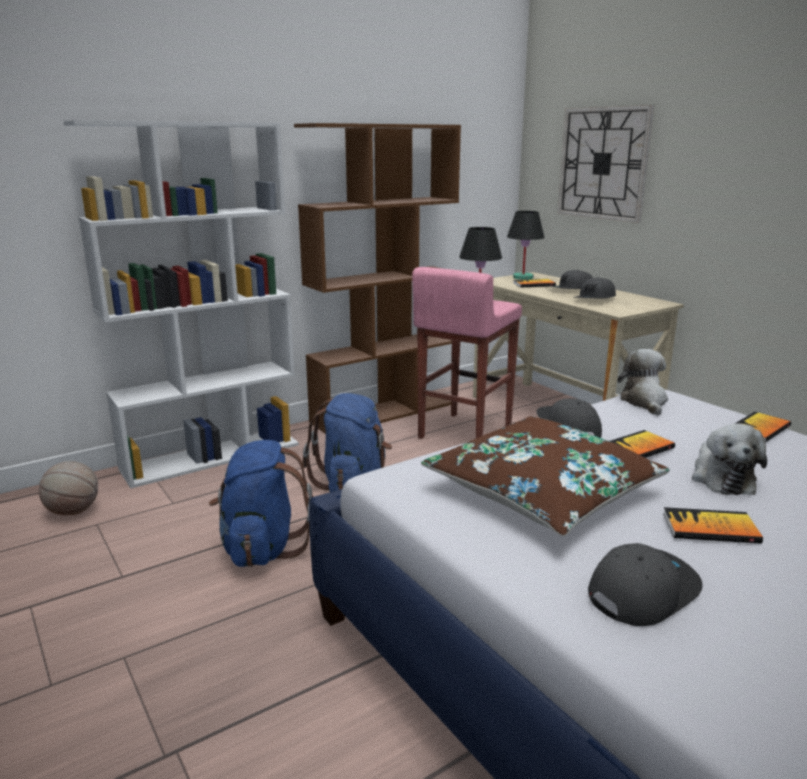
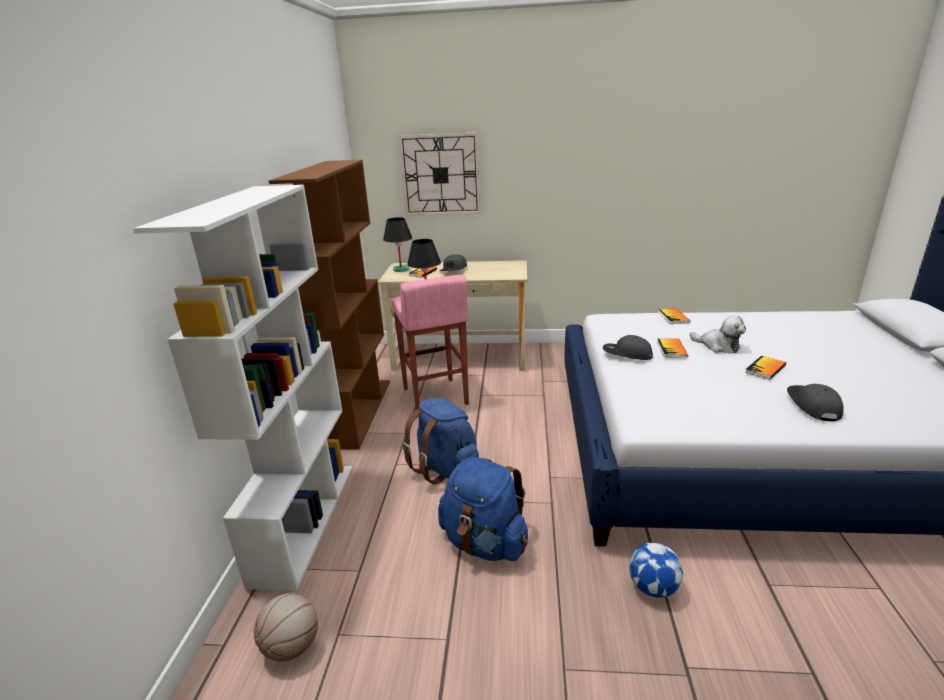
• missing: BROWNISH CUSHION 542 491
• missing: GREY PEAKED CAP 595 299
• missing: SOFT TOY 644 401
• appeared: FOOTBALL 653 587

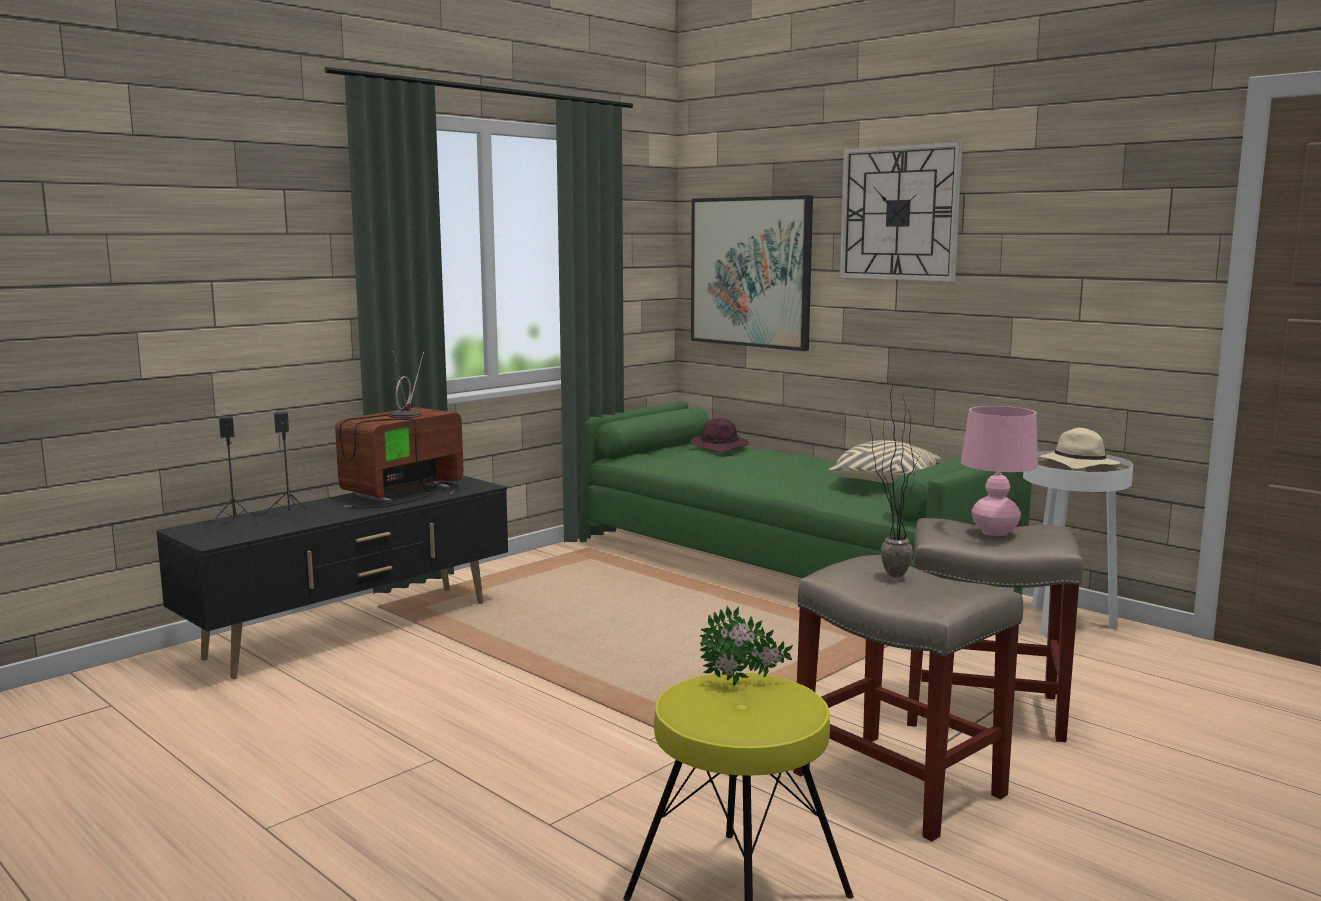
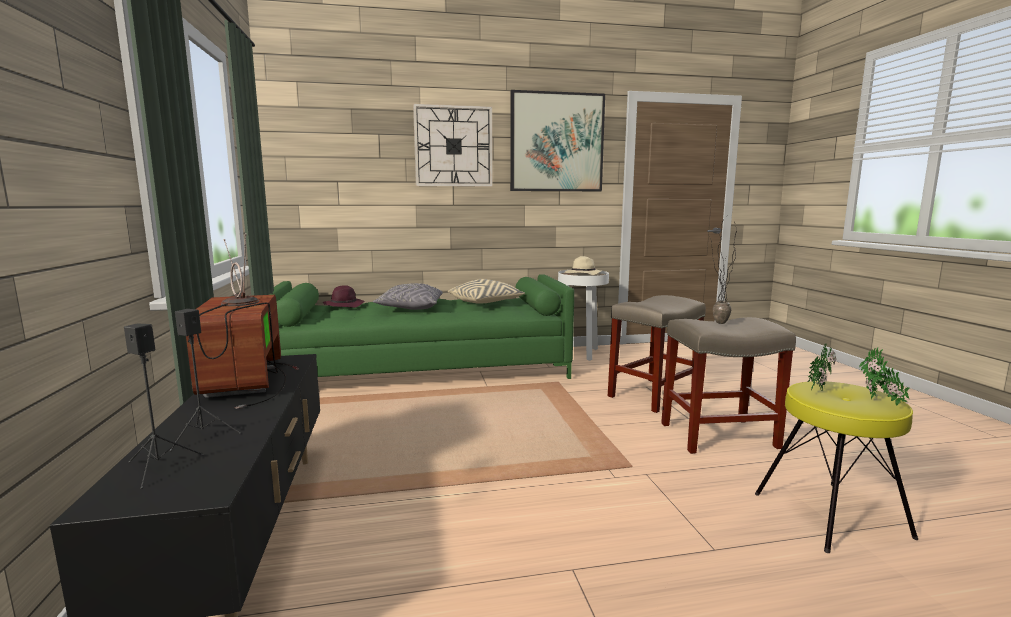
• missing: PINK TABLETOP LAMP 994 532
• appeared: GREY CUSHION 410 308
• appeared: POTTED PLANT 879 402
• relocated: PICTURE 751 272 to 556 142

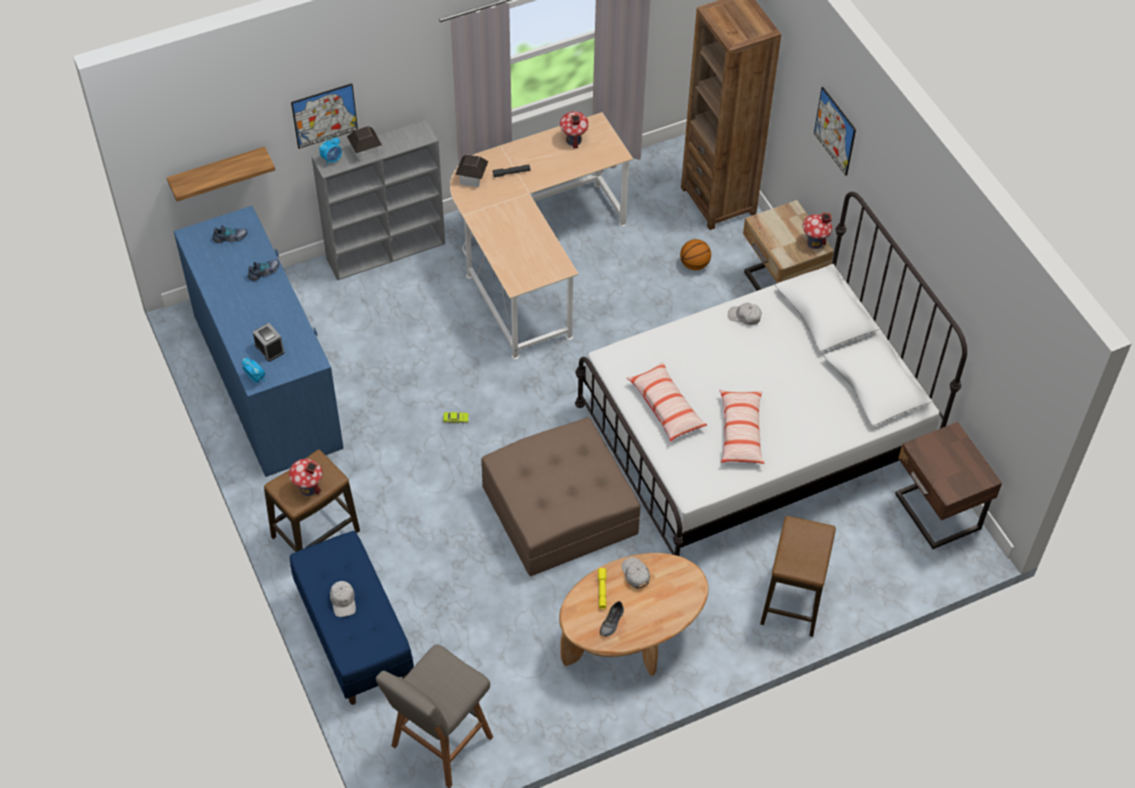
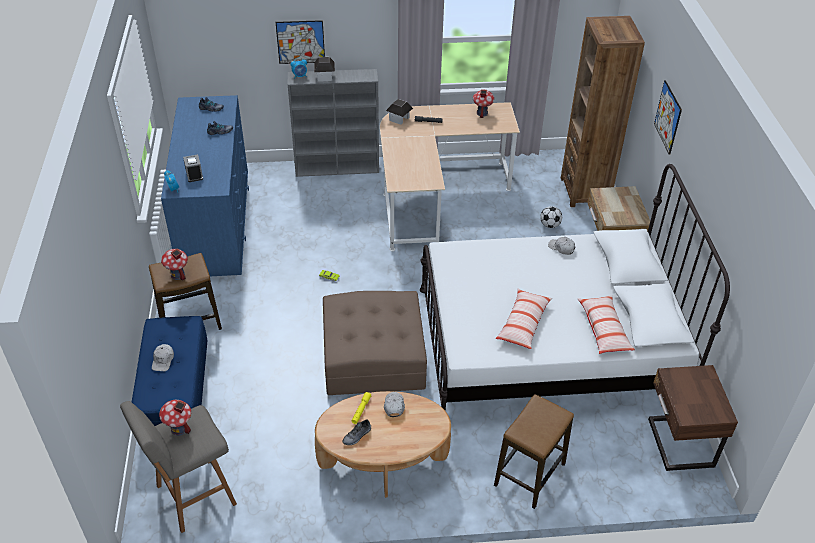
• missing: WALL SHELF 218 173
• relocated: CUSHION 666 407 to 604 329
• relocated: MINIATURE HOUSE 814 243 to 179 429
• exchanged: BASKETBALL BALL 694 264 to FOOTBALL 550 225

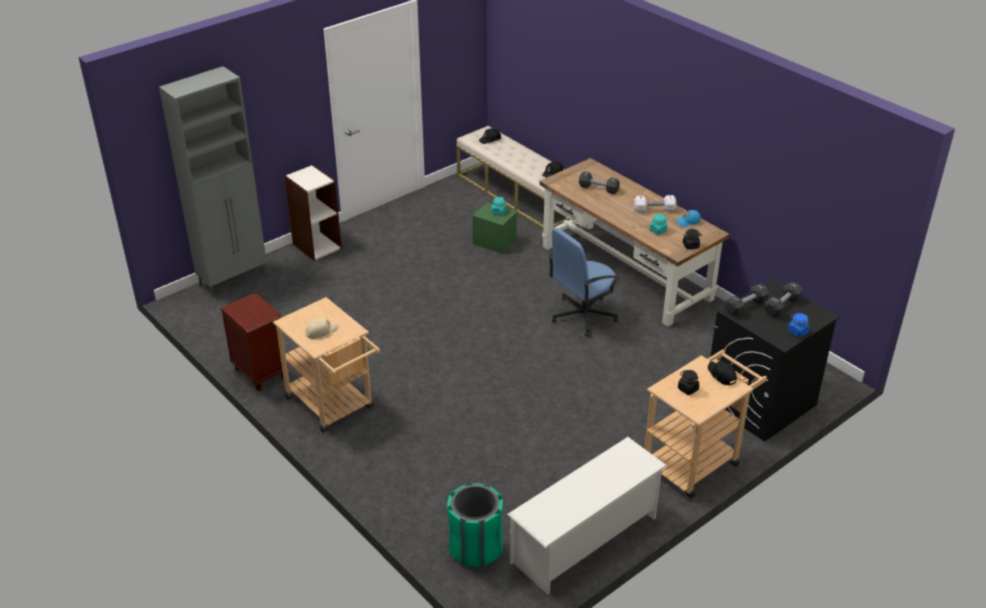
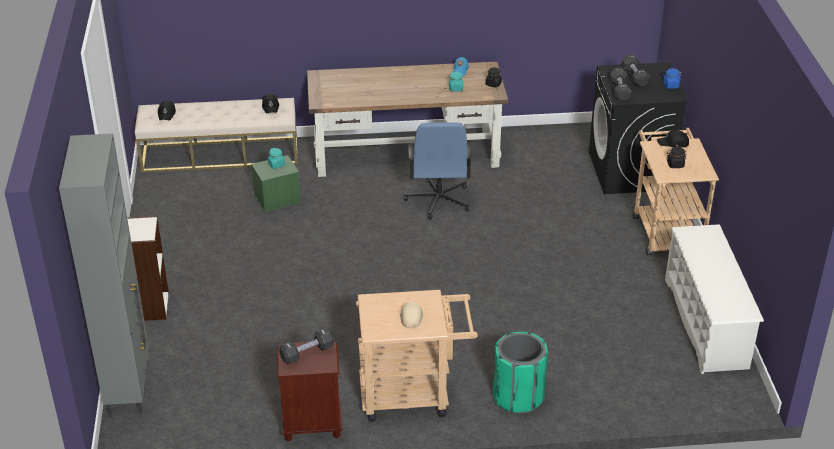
• missing: WHITISH HAND WEIGHT 654 210
• relocated: GREEN-COLOURED WASTE BIN 475 549 to 518 396
• relocated: BLACK HAND WEIGHT 598 189 to 307 353

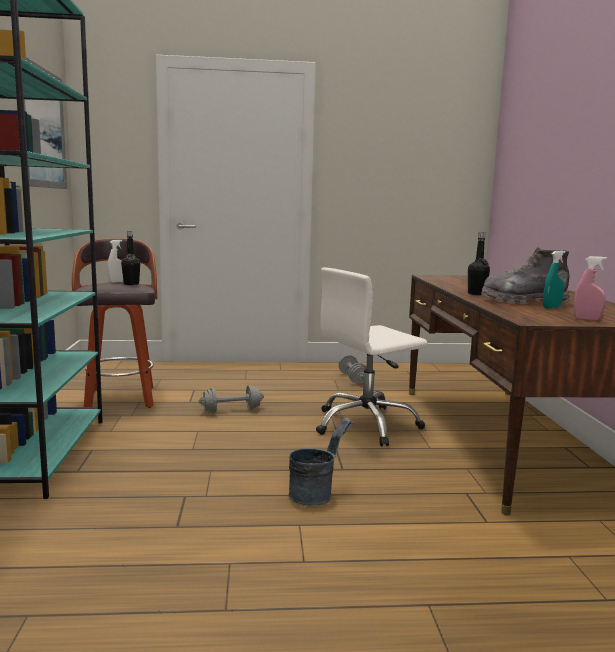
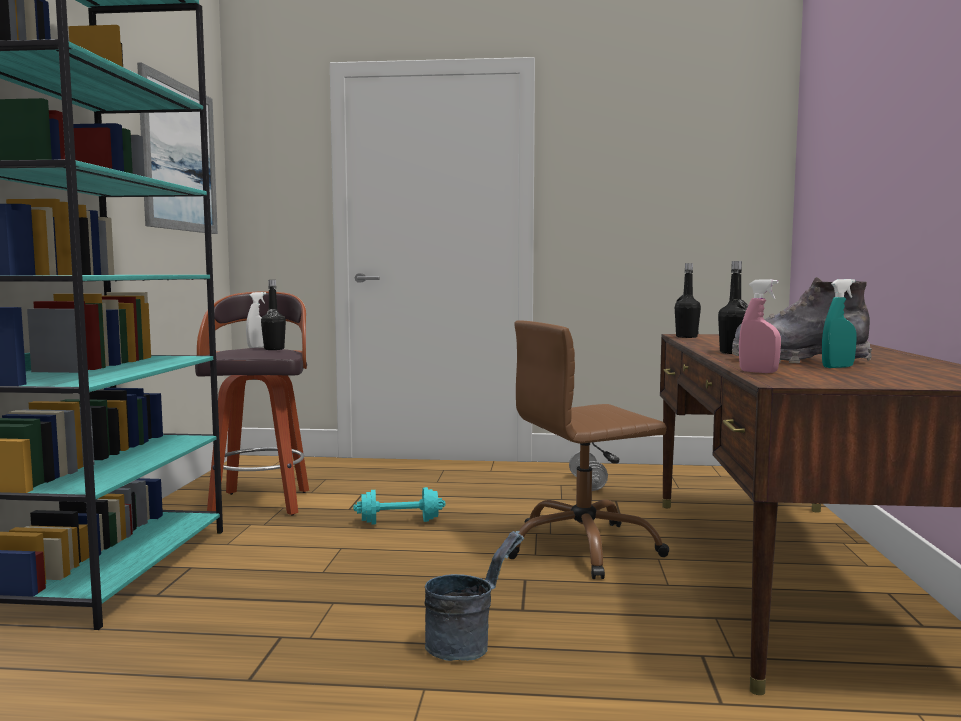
• appeared: BLACK DRINK BOTTLE 686 337
• relocated: PINK SPRAY BOTTLE 587 319 to 758 372
• colour: GREY HAND WEIGHT 231 410 to TURQUOISE-COLOURED HAND WEIGHT 400 522
• colour: WHITISH DESK CHAIR 366 425 to BROWNISH DESK CHAIR 583 548

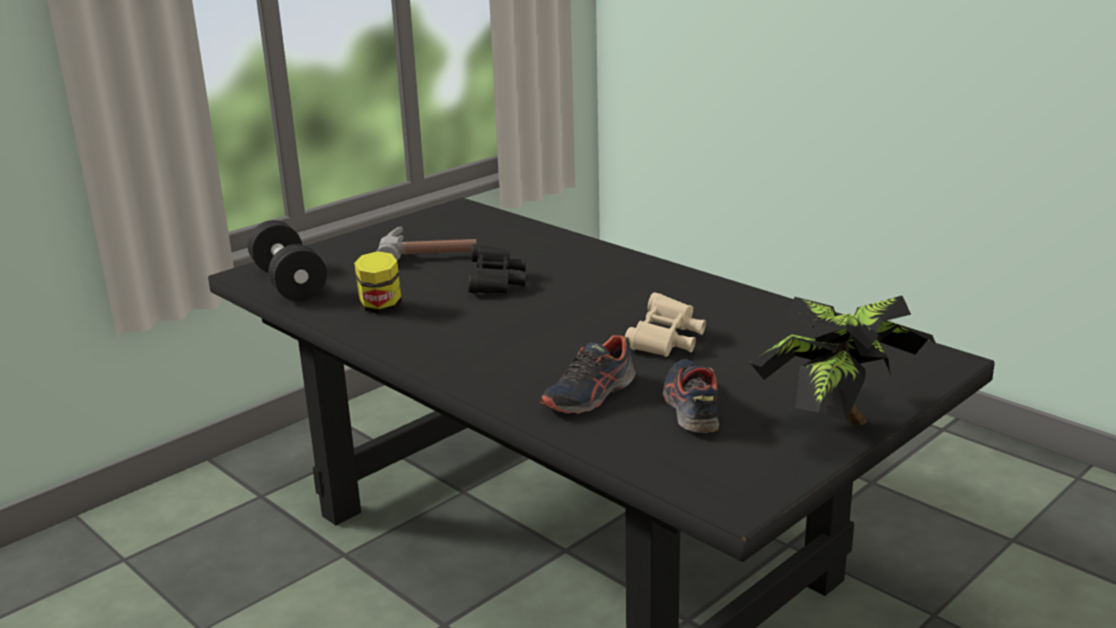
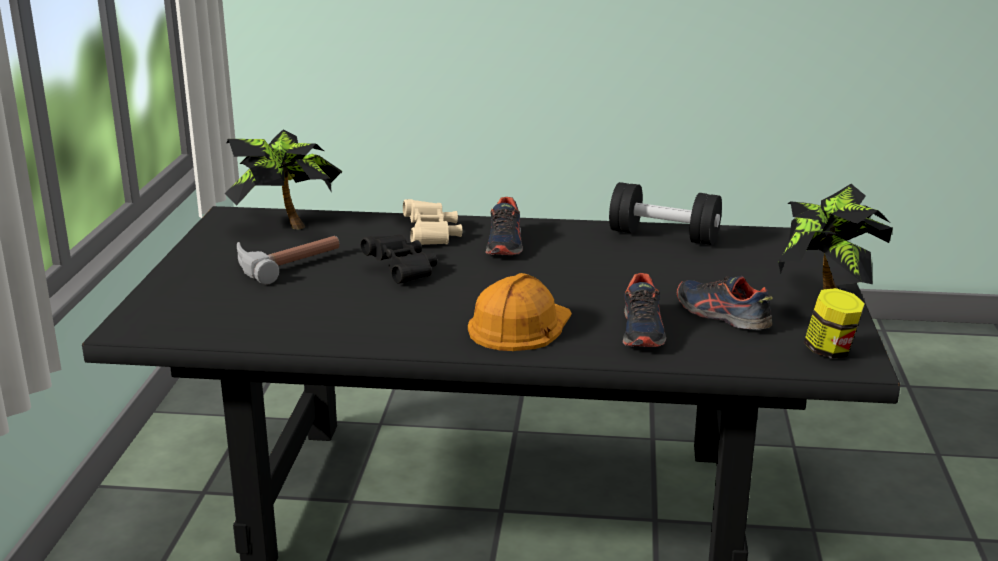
• appeared: POTTED PLANT 286 224
• appeared: ORANGE HARD HAT 519 325
• appeared: ITEM OF FOOTWEAR 505 244
• relocated: BLACK HAND WEIGHT 289 283 to 664 236
• relocated: JAR 380 308 to 830 351
• relocated: SAND-COLOURED PAIR OF BINOCULARS 666 342 to 432 236

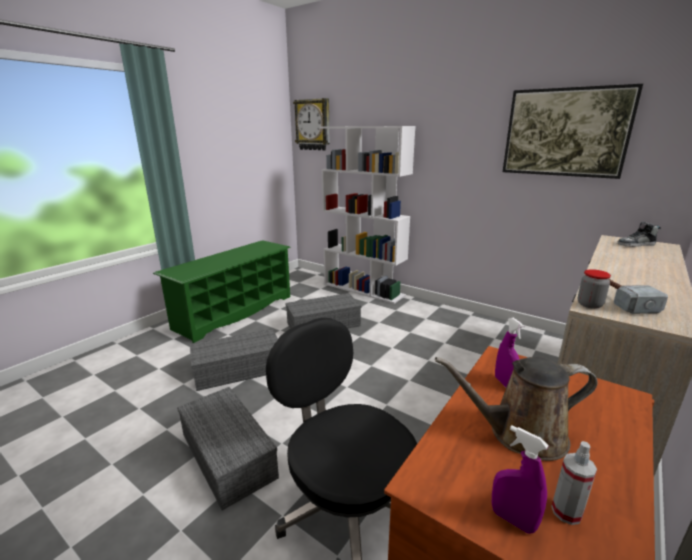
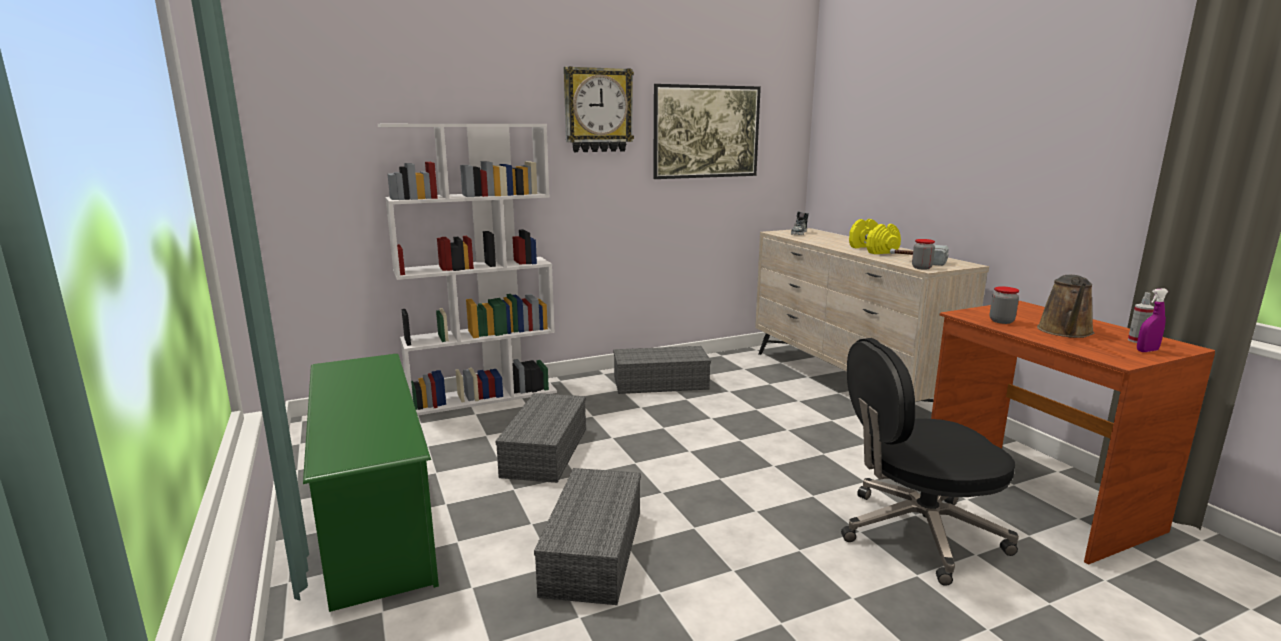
• appeared: YELLOW HAND WEIGHT 873 250
• relocated: GREY STORAGE CONTAINER 230 456 to 661 382
• relocated: HANGING CLOCK 313 125 to 598 110
• exchanged: PURPLE-COLOURED SPRAY BOTTLE 504 383 to JAR 1001 321

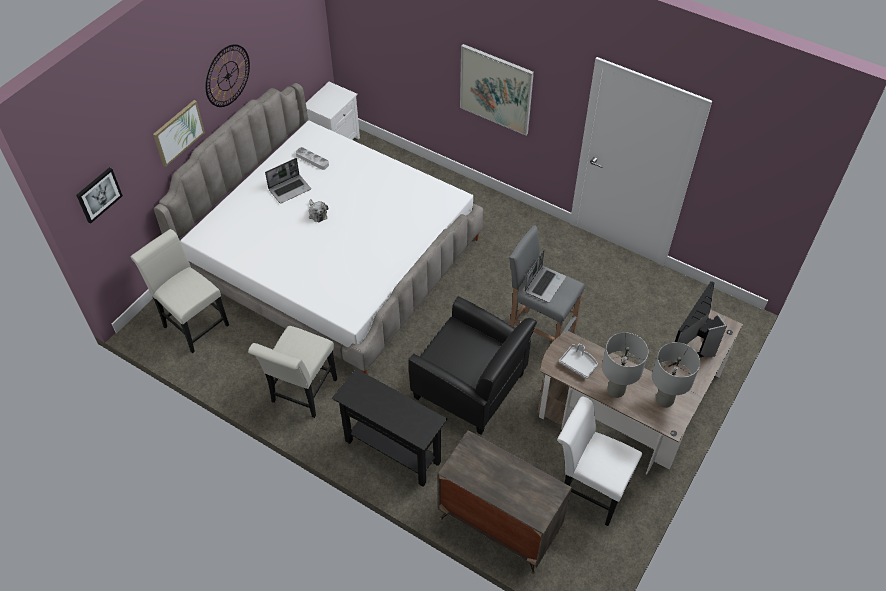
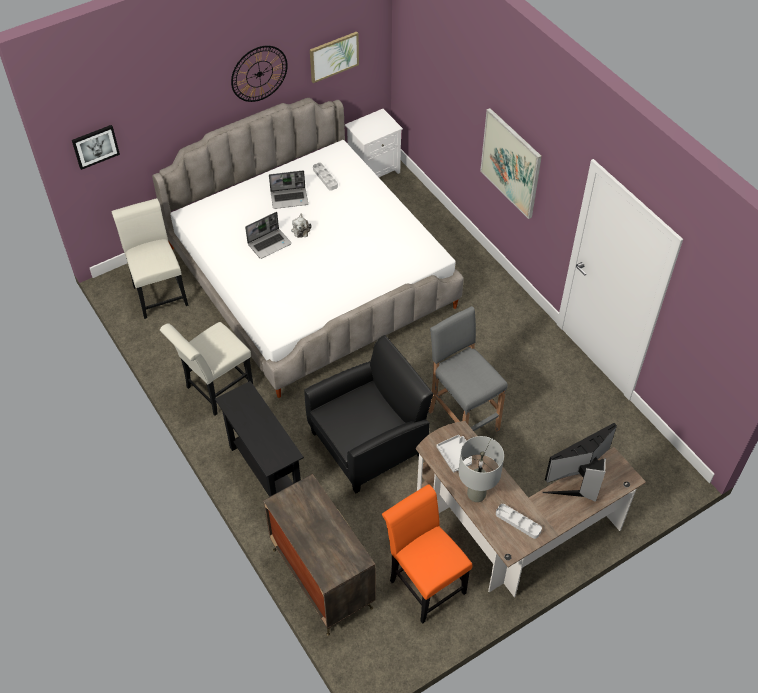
• relocated: PICTURE 178 132 to 334 56
• relocated: NOTEBOOK COMPUTER 544 284 to 269 244
• exchanged: GREY TABLETOP LAMP 664 400 to GREY SERVING TRAY 518 522
• colour: WHITISH UPRIGHT CHAIR 588 489 to ORANGE UPRIGHT CHAIR 424 582
• spun: BLACK LOUNGE CHAIR 470 387 = 368 443 90 degrees counterclockwise

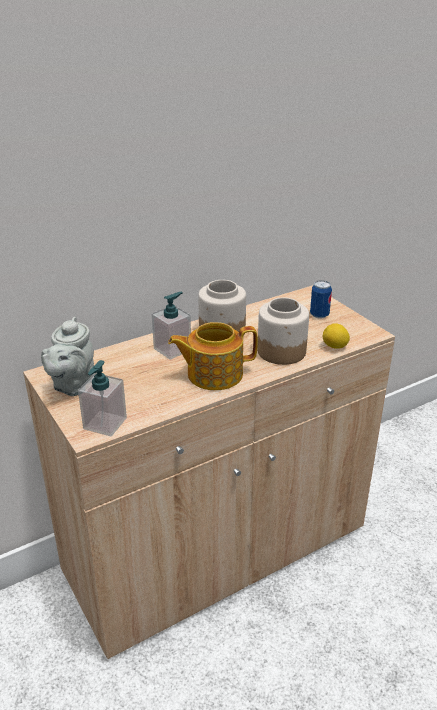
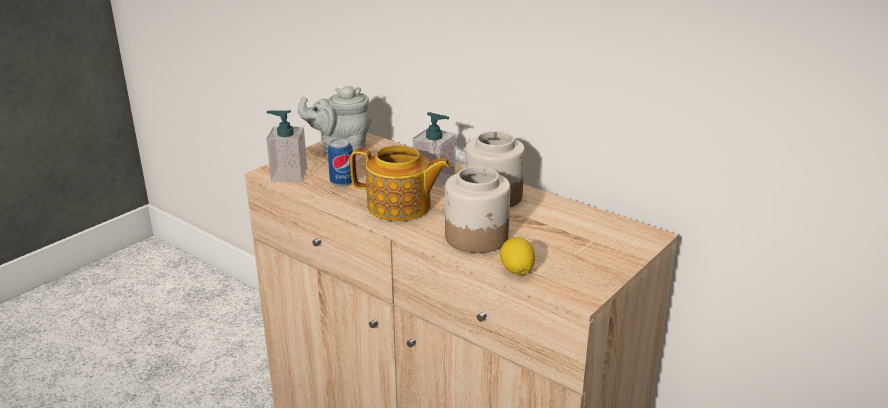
• relocated: CAN 319 315 to 342 182
• spun: POT FOR TEA 213 374 = 400 207 135 degrees clockwise

